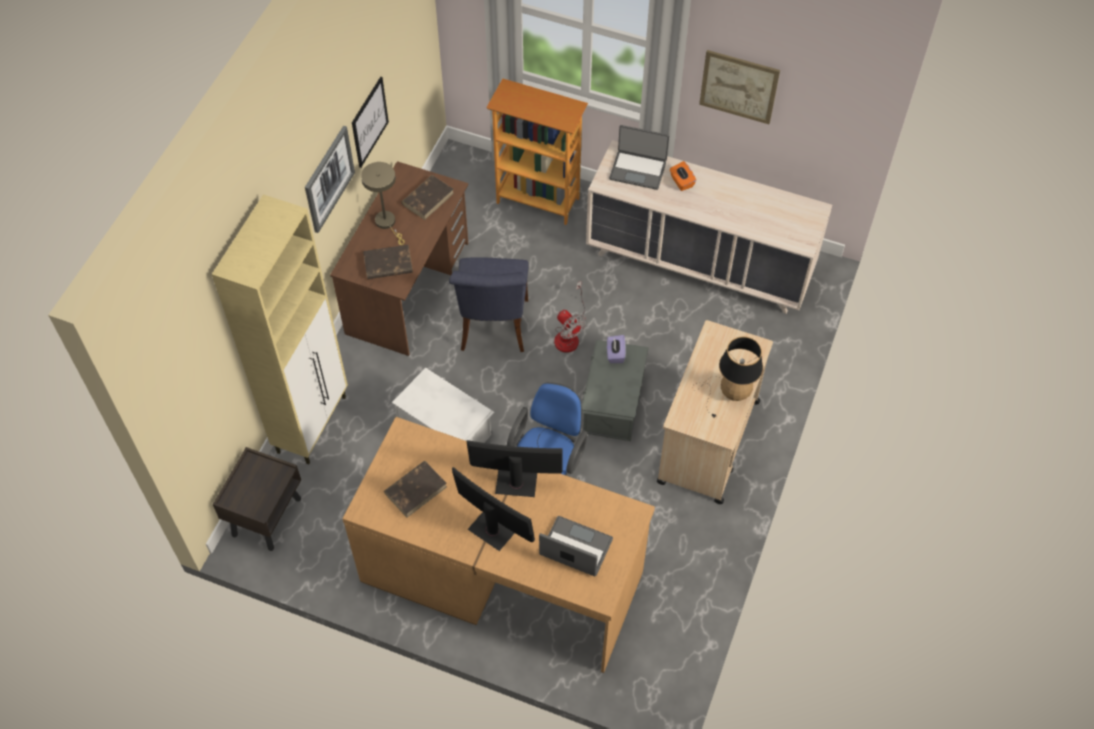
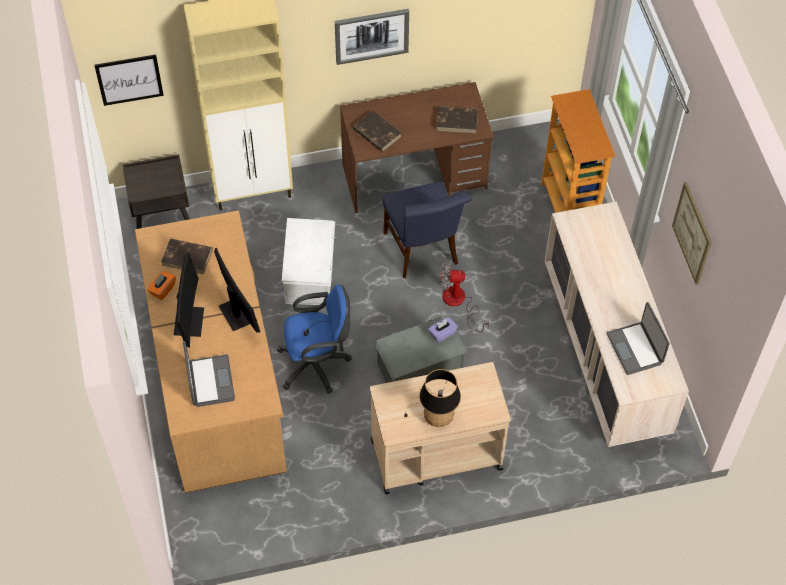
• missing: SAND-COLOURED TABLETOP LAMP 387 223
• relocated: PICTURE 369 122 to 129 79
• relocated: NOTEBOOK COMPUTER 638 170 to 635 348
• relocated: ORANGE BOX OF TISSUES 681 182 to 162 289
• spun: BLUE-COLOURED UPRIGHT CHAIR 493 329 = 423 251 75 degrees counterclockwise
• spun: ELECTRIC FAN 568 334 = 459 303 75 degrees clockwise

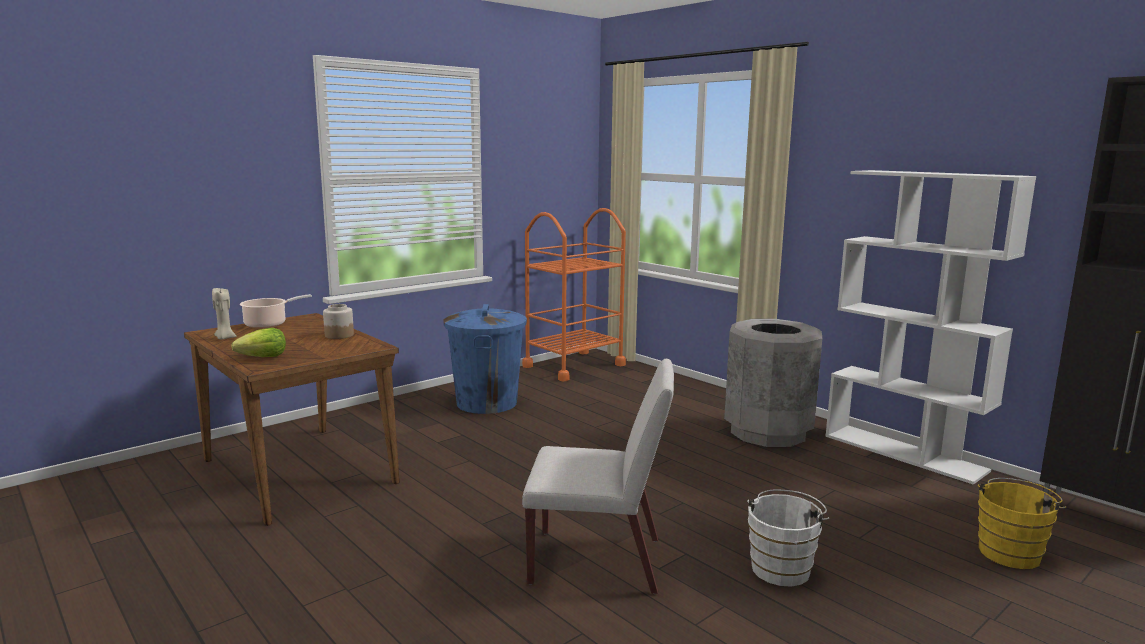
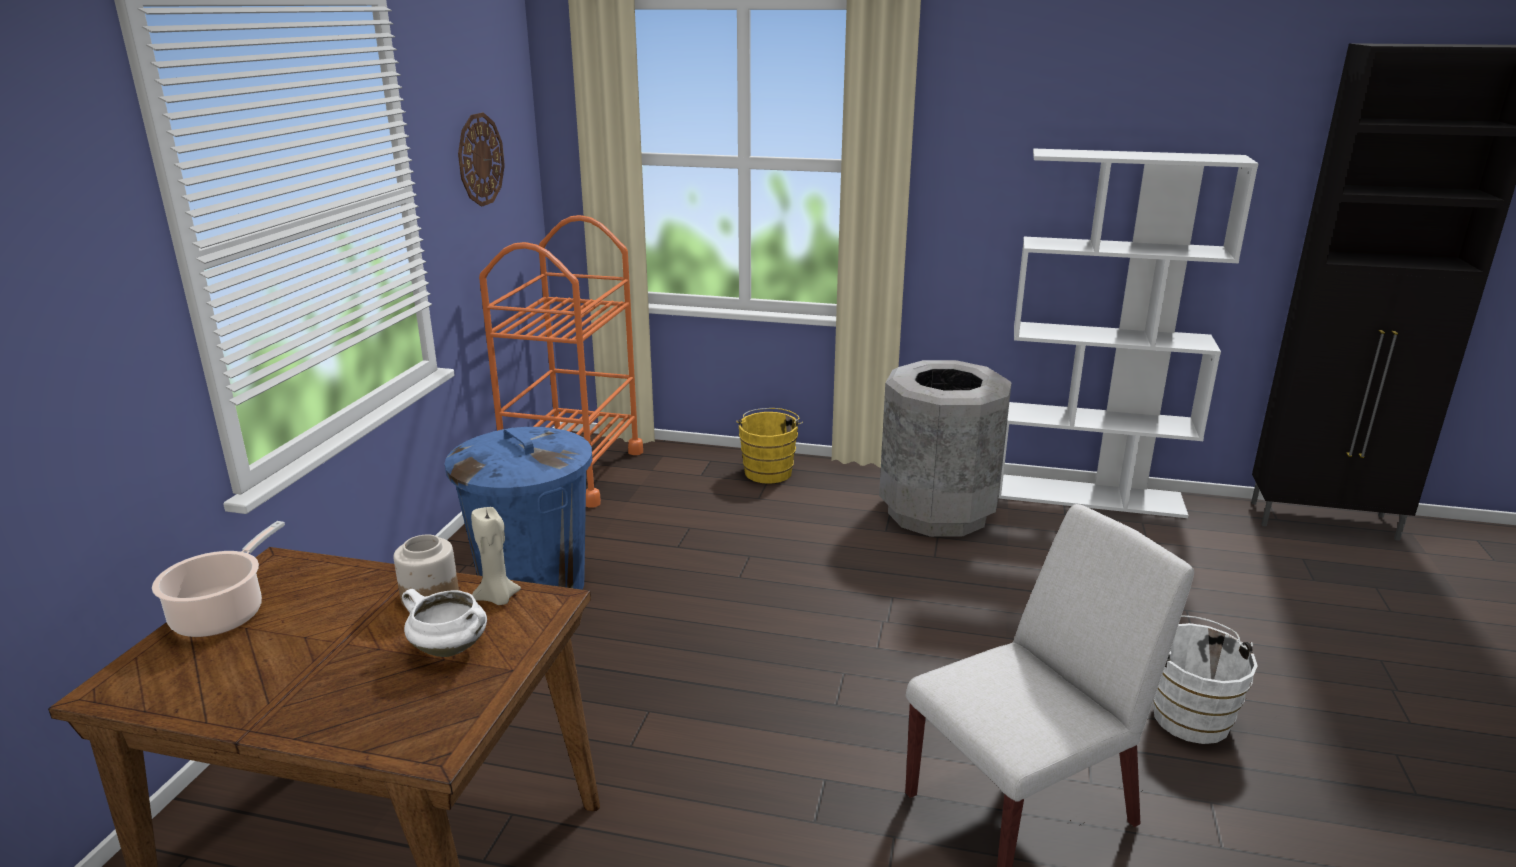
• missing: HEAD OF LETTUCE 263 357
• appeared: WHITISH SAUCEPOT 451 648
• appeared: HANGING CLOCK 480 159
• relocated: SAND-COLOURED CANDLE 224 338 to 497 598
• relocated: YELLOW PAIL 1010 552 to 769 471

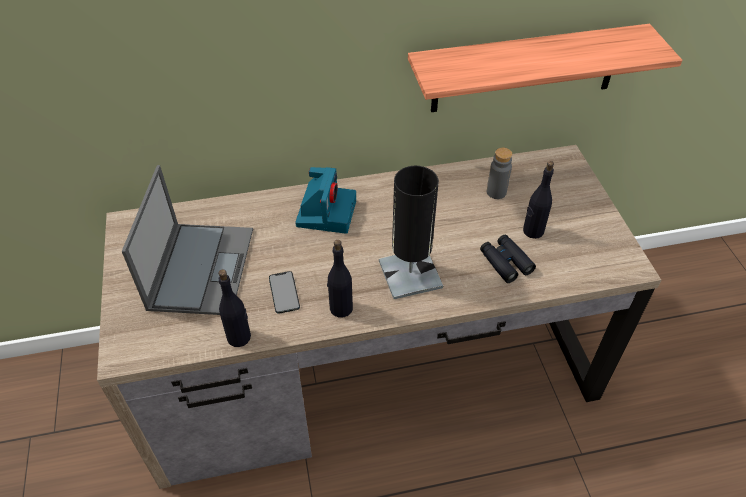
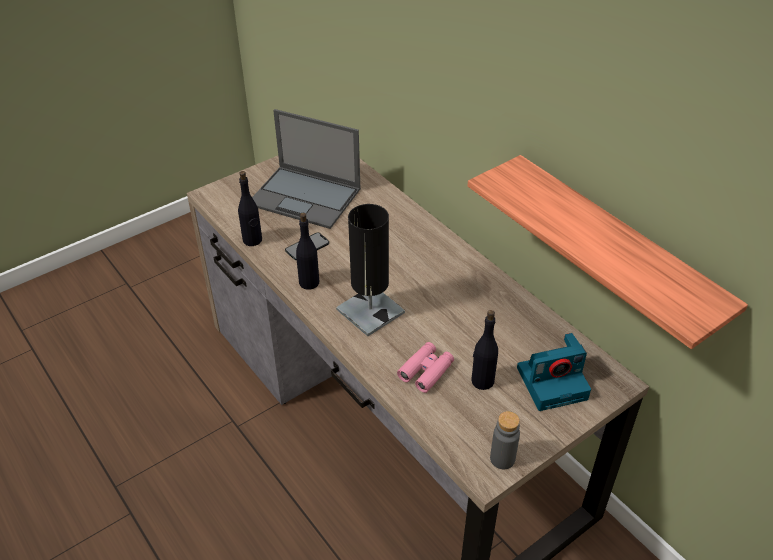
• relocated: STILL CAMERA 326 212 to 553 382
• relocated: GREY DRINK BOTTLE 496 192 to 502 459
• colour: BLACK PAIR OF BINOCULARS 505 262 to PINK PAIR OF BINOCULARS 426 371
• spun: NOTEBOOK COMPUTER 201 267 = 306 197 45 degrees clockwise

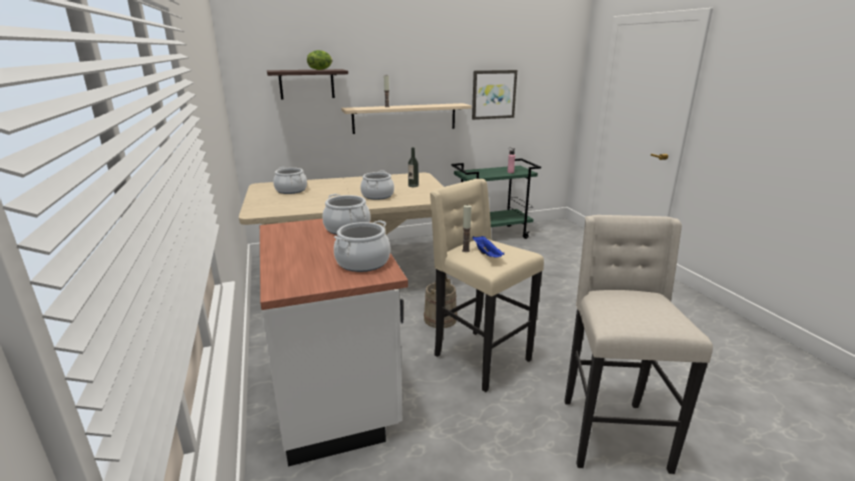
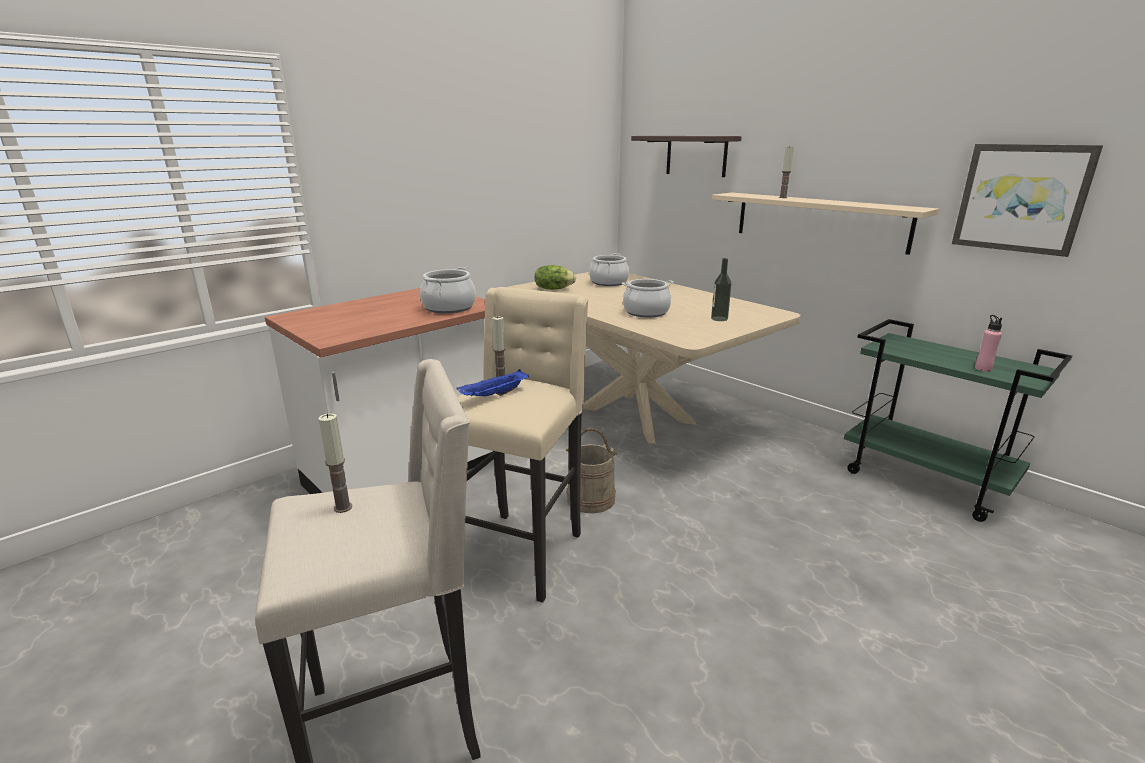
• missing: SAUCEPOT 362 262
• appeared: CANDLE 343 507
• relocated: HEAD OF LETTUCE 320 69 to 553 289

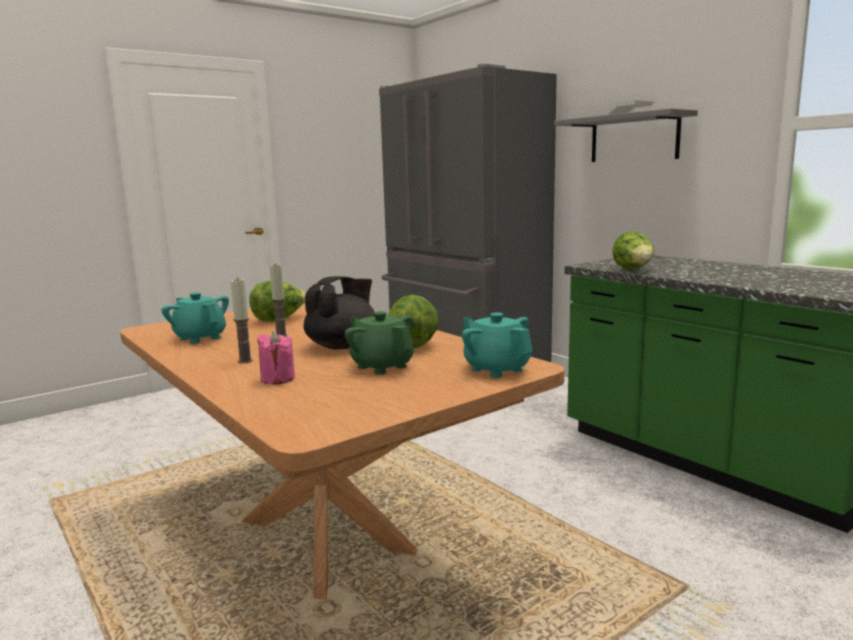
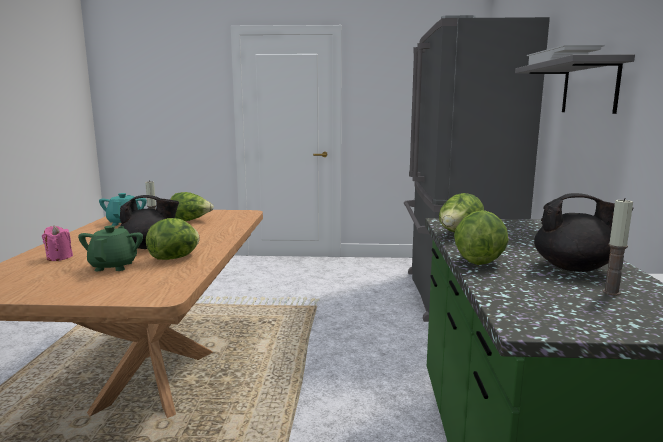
• missing: TURQUOISE-COLOURED POT FOR TEA 496 369
• appeared: HEAD OF LETTUCE 479 261
• appeared: BLACK POT FOR TEA 575 268
• relocated: CANDLE 245 361 to 611 292

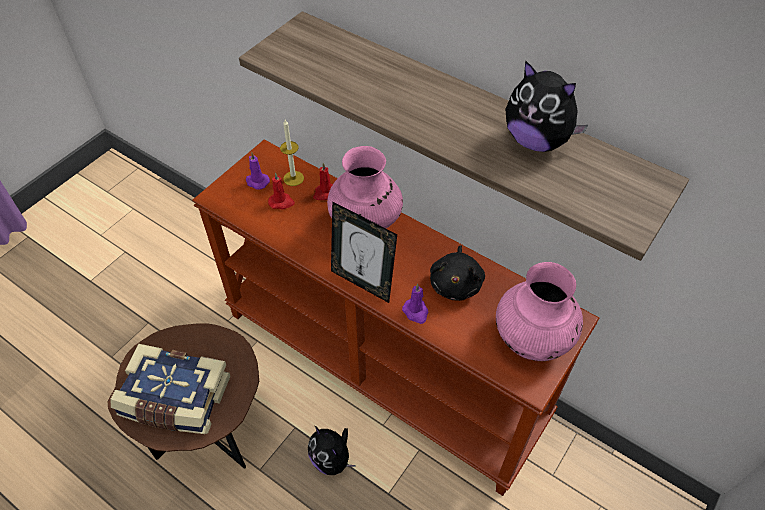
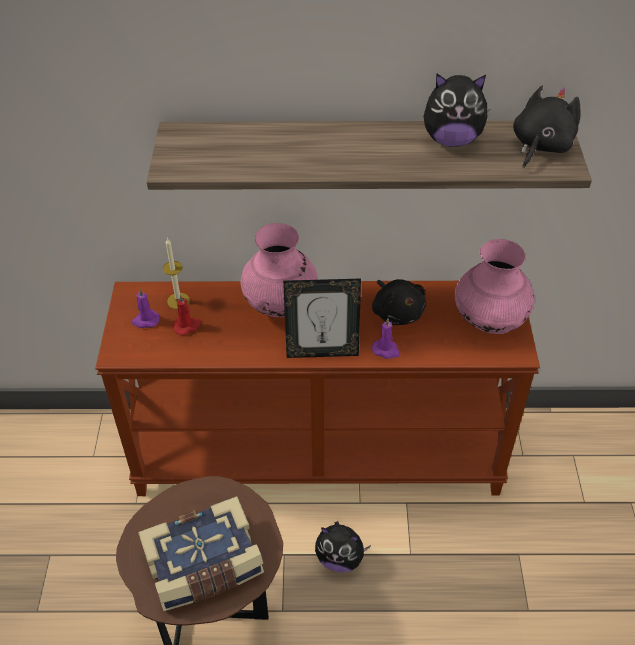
• missing: REDDISH CANDLE 325 193
• appeared: BLACK SOFT TOY 540 146

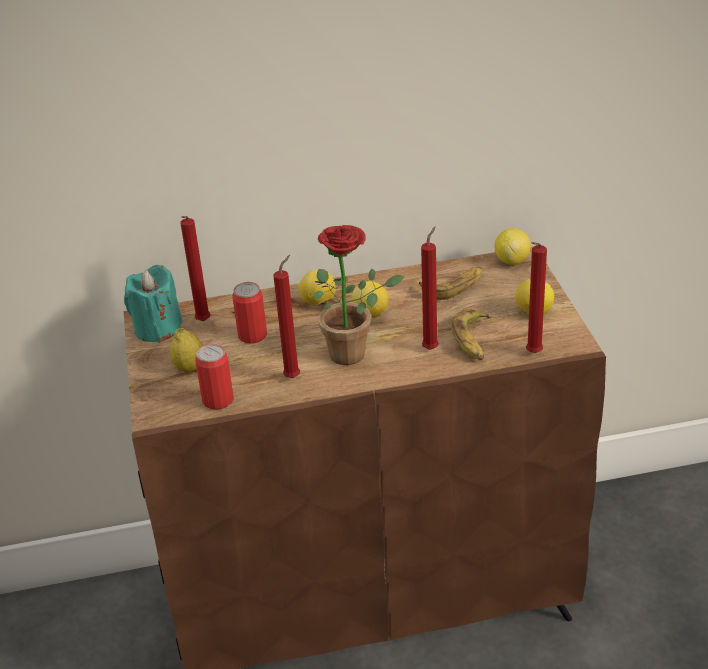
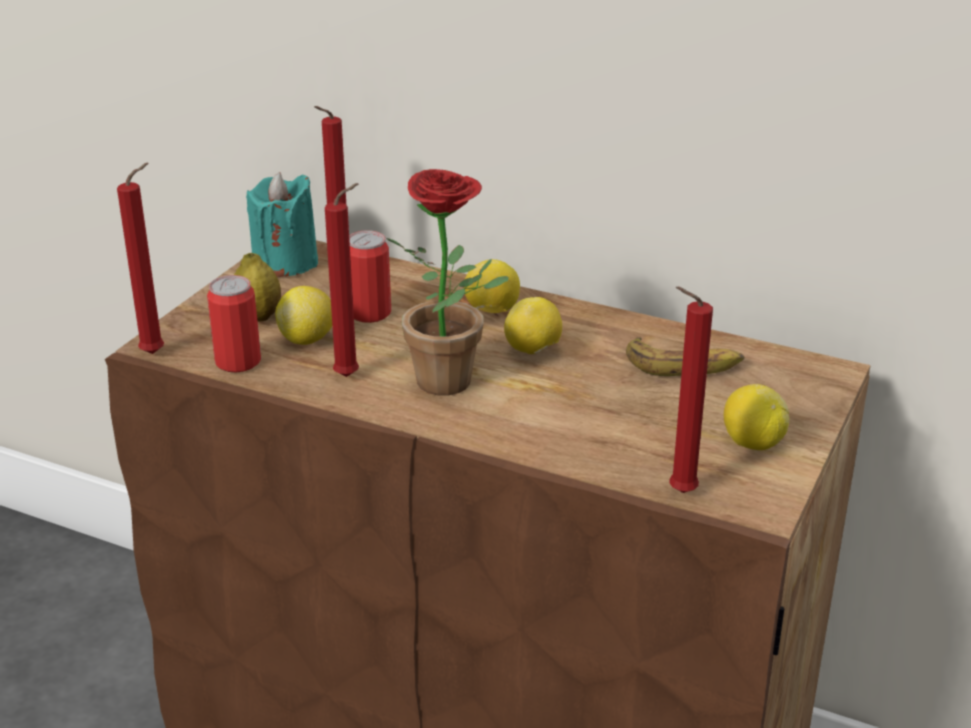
• missing: BANANA 473 341
• relocated: REDDISH CANDLE 431 348 to 157 353
• relocated: LEMON 511 261 to 307 339

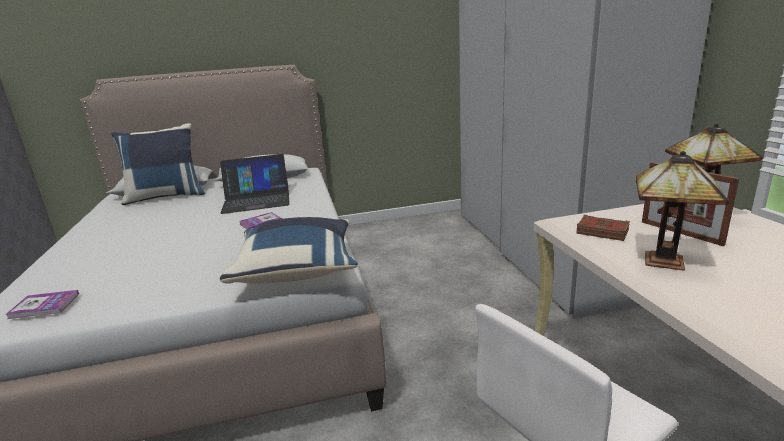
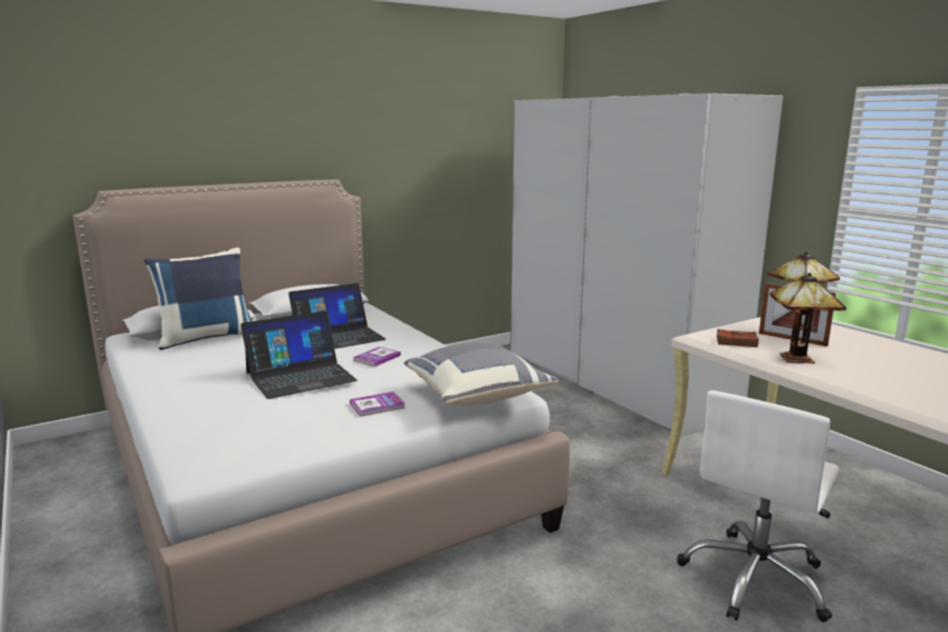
• appeared: NOTEBOOK COMPUTER 300 376
• relocated: BOUND BOOK 44 306 to 377 405
• colour: BLUE-COLOURED CUSHION 297 270 to GREY CUSHION 477 395

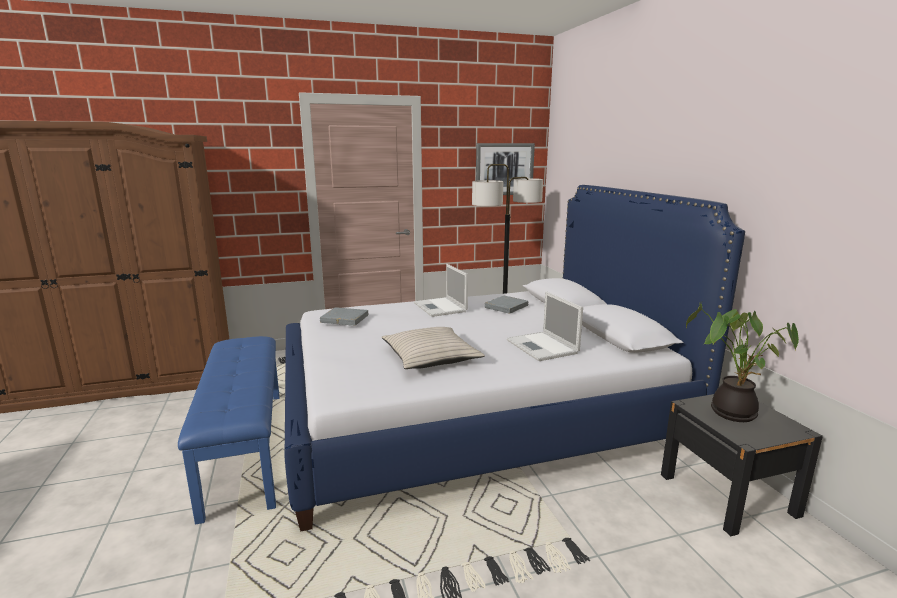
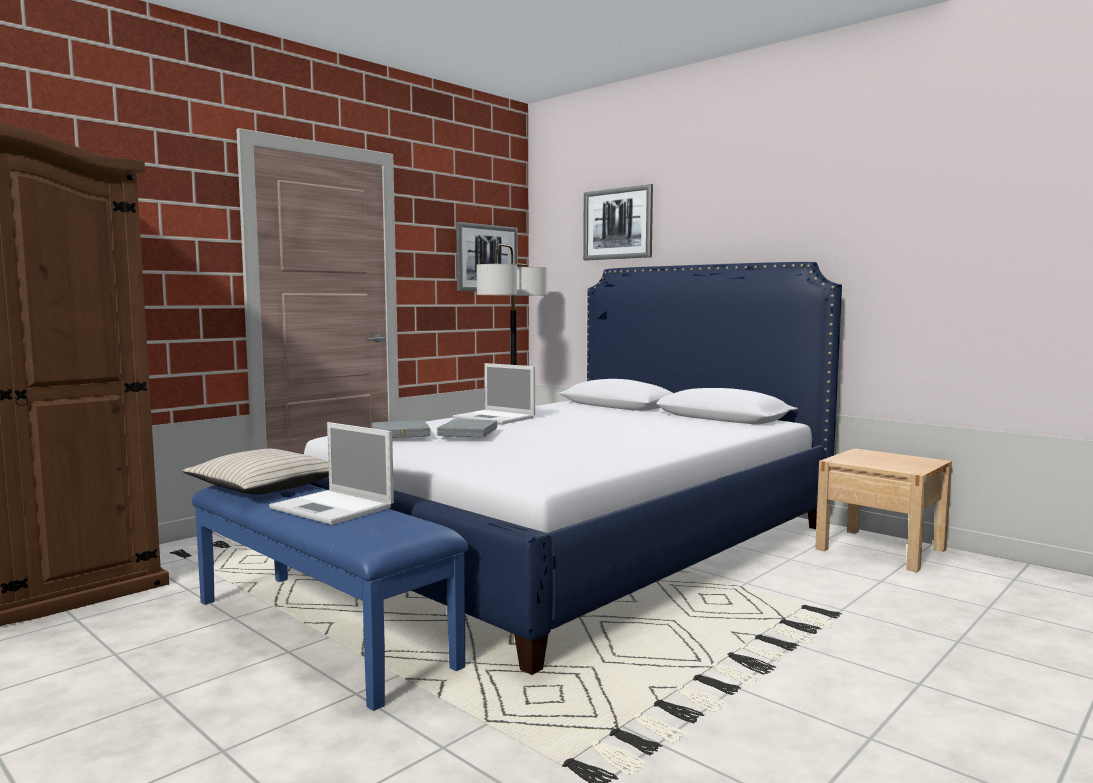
• missing: POTTED PLANT 731 411
• appeared: PICTURE 617 224
• relocated: SAND-COLOURED CUSHION 430 357 to 265 487
• relocated: GREY BOUND BOOK 506 307 to 468 433
• relocated: NOTEBOOK COMPUTER 543 347 to 334 508
• colour: BLACK NIGHTSTAND 727 494 to SAND-COLOURED NIGHTSTAND 880 549

